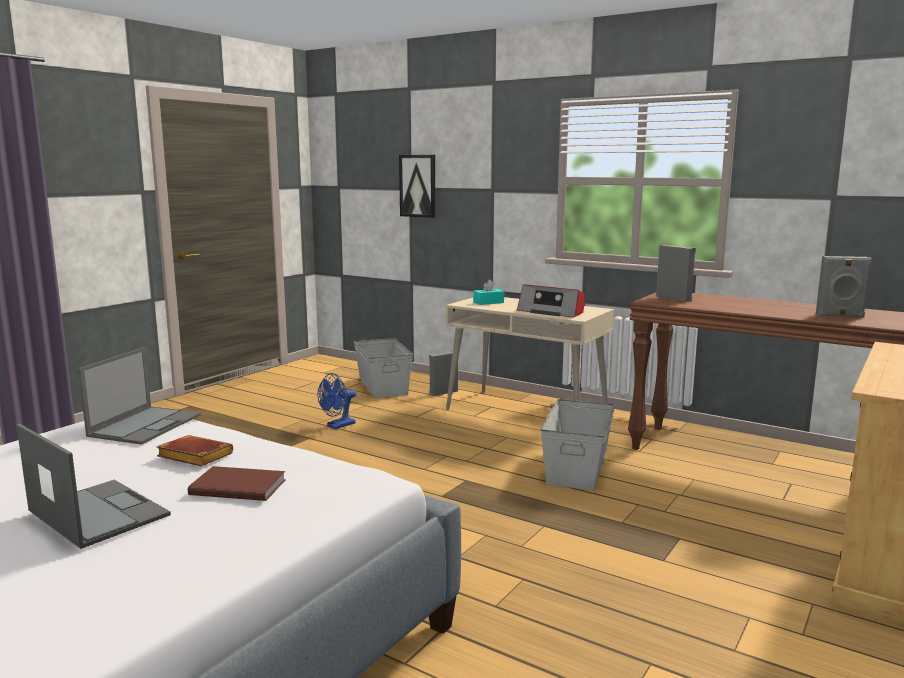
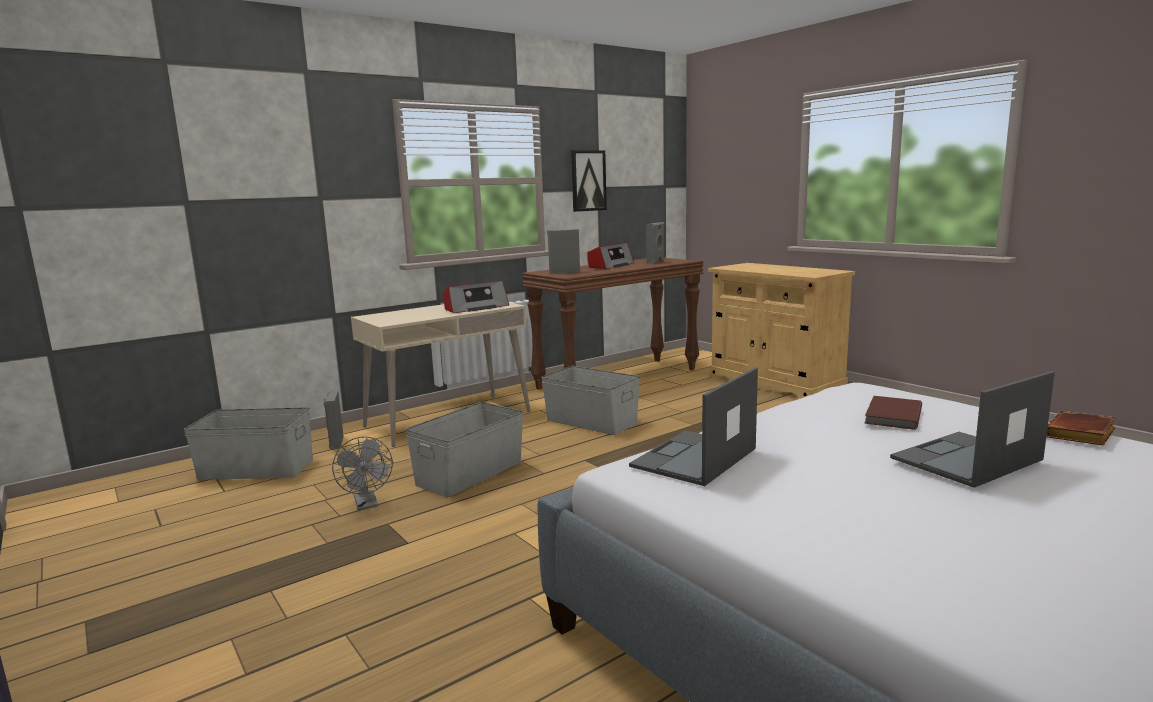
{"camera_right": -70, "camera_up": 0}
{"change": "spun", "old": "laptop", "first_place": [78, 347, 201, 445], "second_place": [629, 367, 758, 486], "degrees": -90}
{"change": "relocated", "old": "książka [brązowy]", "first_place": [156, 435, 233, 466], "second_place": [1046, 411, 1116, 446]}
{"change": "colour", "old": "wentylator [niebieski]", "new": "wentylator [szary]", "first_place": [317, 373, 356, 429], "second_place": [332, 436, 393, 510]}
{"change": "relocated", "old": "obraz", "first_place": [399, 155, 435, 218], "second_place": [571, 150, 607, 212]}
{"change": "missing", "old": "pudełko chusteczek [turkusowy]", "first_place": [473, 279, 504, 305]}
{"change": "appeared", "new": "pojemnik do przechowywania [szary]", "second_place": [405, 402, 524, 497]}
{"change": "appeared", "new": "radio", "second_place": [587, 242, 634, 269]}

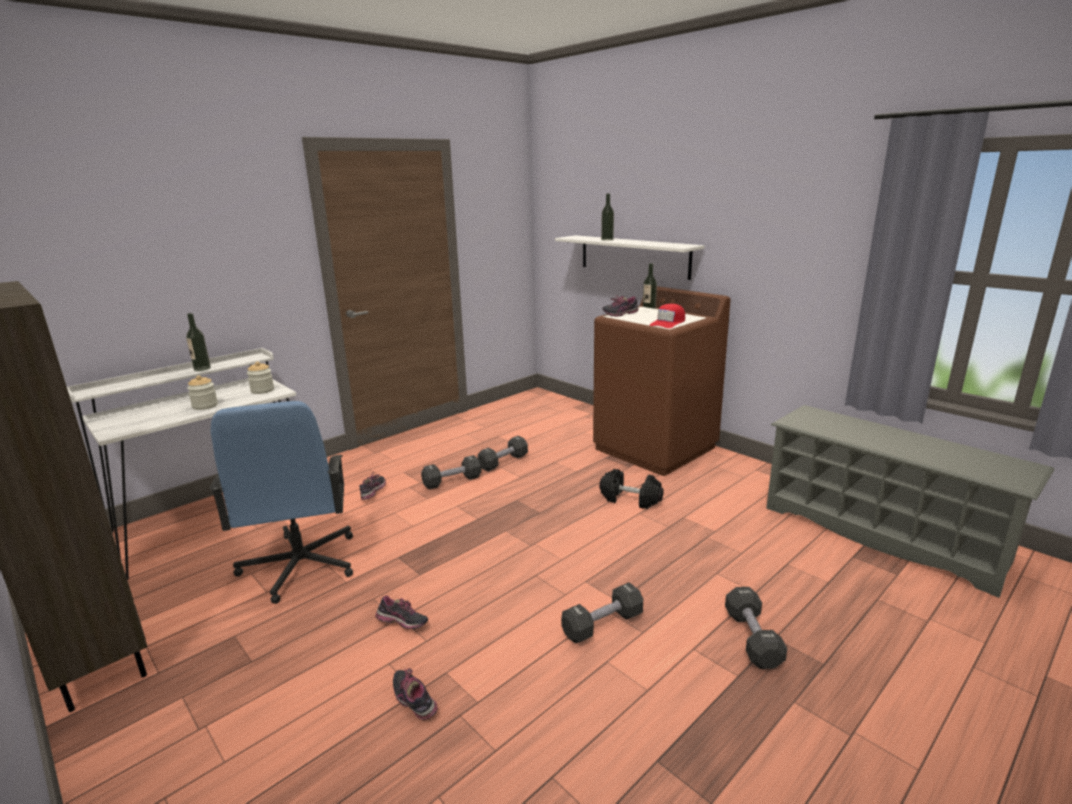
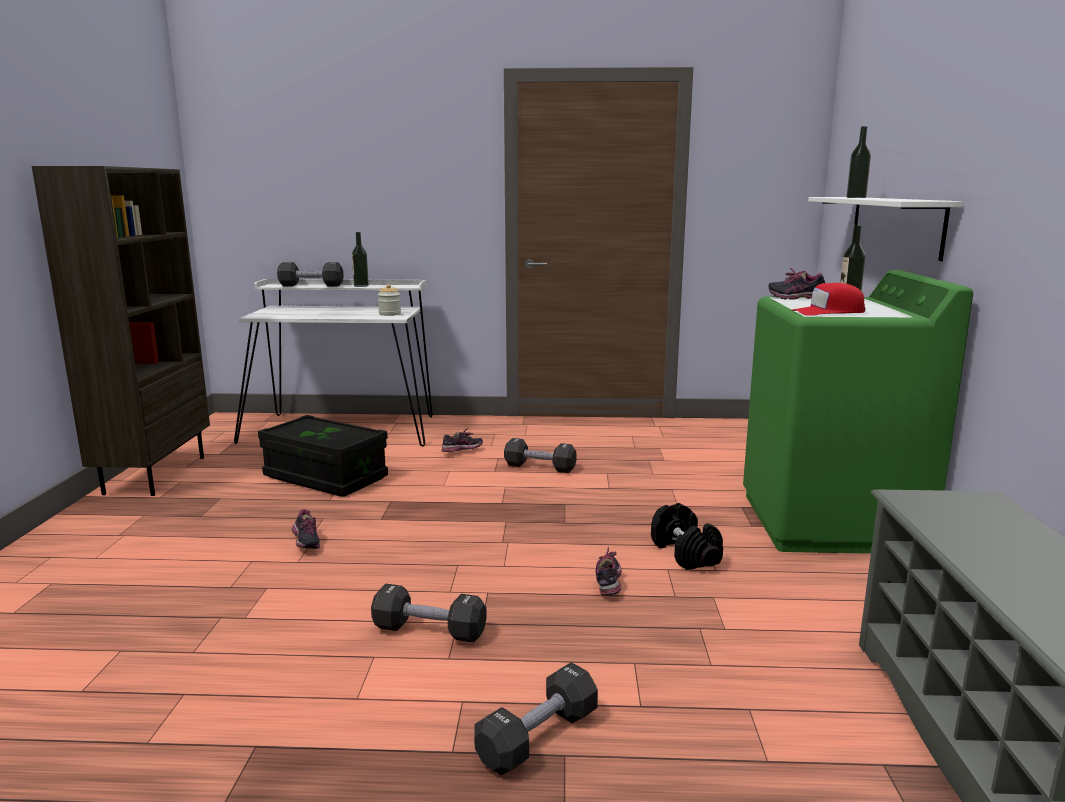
{"camera_right": 45, "camera_up": -5}
{"change": "missing", "old": "słoik", "first_place": [187, 375, 218, 410]}
{"change": "exchanged", "old": "krzesło biurowe [niebieski]", "new": "pojemnik do przechowywania [czarny]", "first_place": [209, 401, 353, 604], "second_place": [258, 415, 388, 497]}
{"change": "relocated", "old": "but", "first_place": [393, 668, 438, 720], "second_place": [596, 547, 622, 595]}
{"change": "relocated", "old": "hantel [czarny]", "first_place": [478, 436, 528, 472], "second_place": [277, 262, 344, 287]}
{"change": "colour", "old": "pralka [brązowy]", "new": "pralka [zielony]", "first_place": [593, 286, 730, 476], "second_place": [743, 270, 973, 554]}

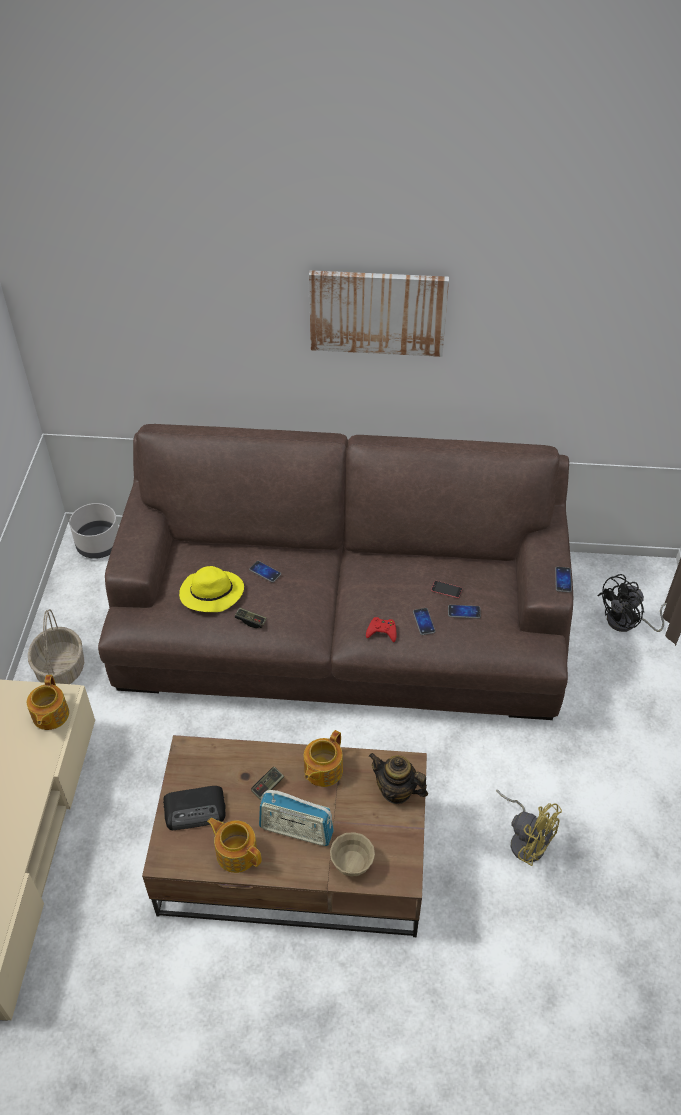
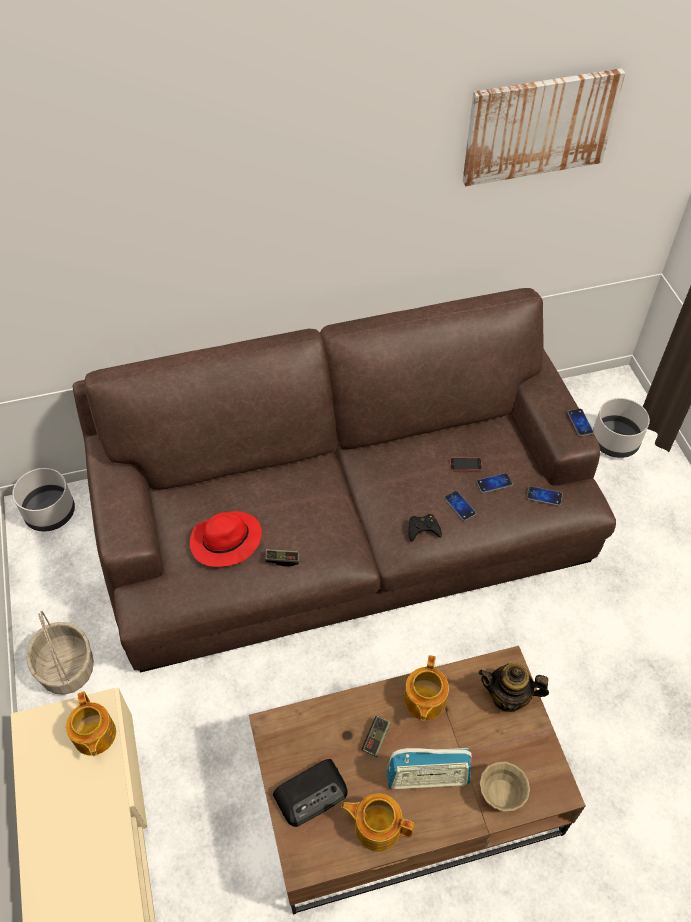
{"camera_right": -20, "camera_up": 5}
{"change": "colour", "old": "kapelusz [żółty]", "new": "kapelusz [czerwony]", "first_place": [179, 566, 244, 612], "second_place": [190, 511, 262, 567]}
{"change": "relocated", "old": "telefon", "first_place": [249, 561, 281, 583], "second_place": [526, 486, 563, 506]}
{"change": "relocated", "old": "obraz", "first_place": [309, 270, 449, 357], "second_place": [463, 68, 625, 187]}
{"change": "colour", "old": "pad do gier [czerwony]", "new": "pad do gier [czarny]", "first_place": [366, 617, 396, 642], "second_place": [409, 514, 442, 542]}
{"change": "missing", "old": "wentylator [żółty]", "first_place": [496, 790, 562, 866]}
{"change": "exchanged", "old": "wentylator [czarny]", "new": "donica [szary]", "first_place": [597, 574, 667, 632], "second_place": [593, 398, 650, 458]}

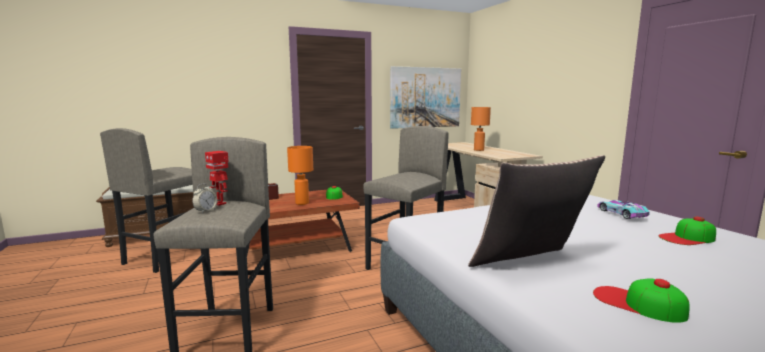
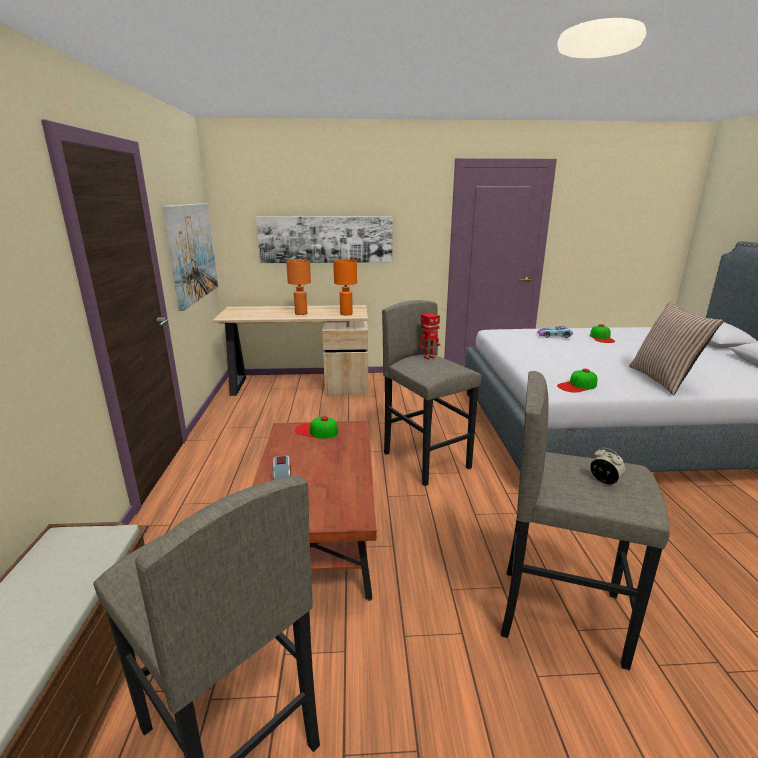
{"camera_right": -70, "camera_up": 10}
{"change": "relocated", "old": "robot zabawkowy", "first_place": [205, 151, 229, 206], "second_place": [420, 313, 441, 360]}
{"change": "relocated", "old": "lampa stołowa [pomarańczowy]", "first_place": [287, 146, 313, 205], "second_place": [333, 259, 357, 315]}
{"change": "relocated", "old": "czapka z daszkiem", "first_place": [593, 278, 690, 323], "second_place": [557, 369, 597, 393]}
{"change": "appeared", "new": "obraz", "second_place": [256, 216, 393, 263]}

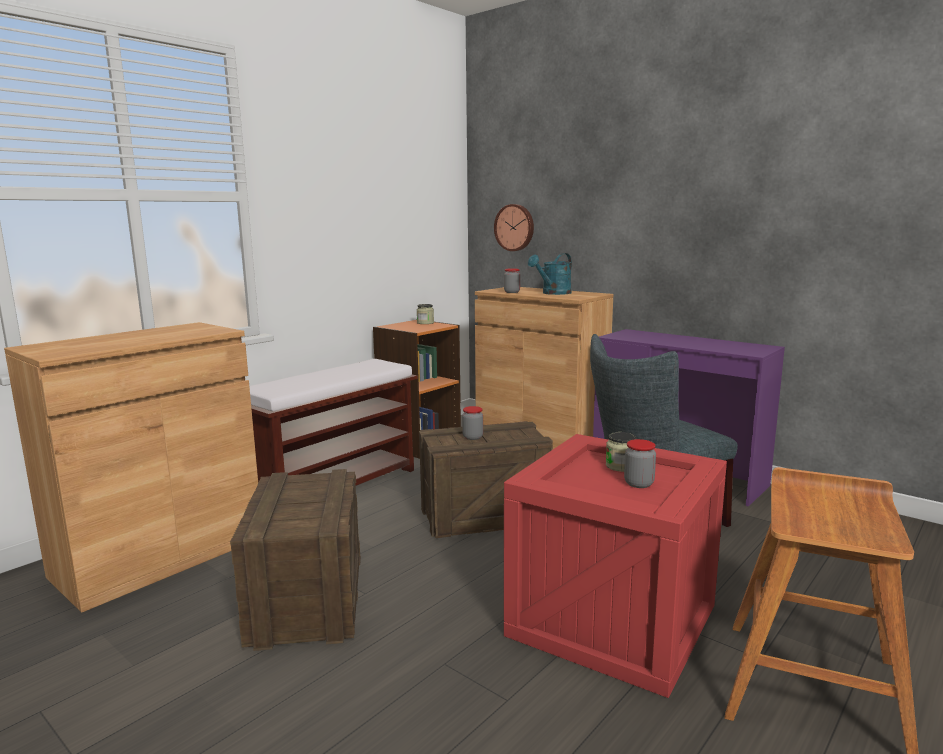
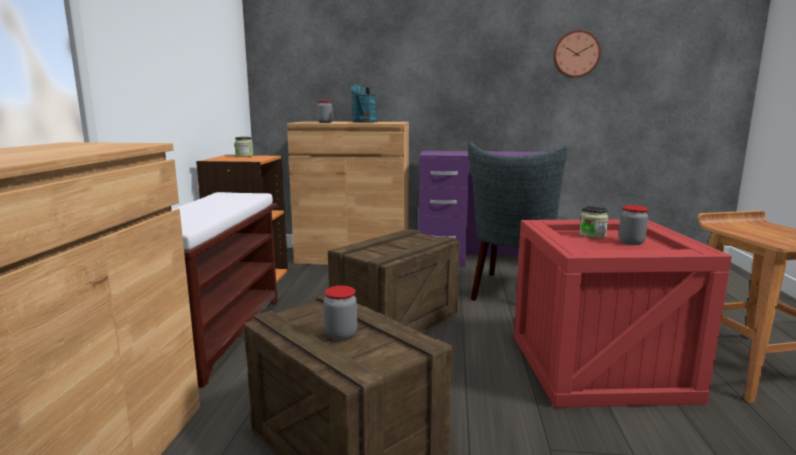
{"camera_right": -35, "camera_up": 0}
{"change": "relocated", "old": "słoik", "first_place": [462, 406, 483, 440], "second_place": [323, 286, 357, 340]}
{"change": "relocated", "old": "zegar ścienny", "first_place": [494, 204, 534, 251], "second_place": [553, 30, 601, 78]}

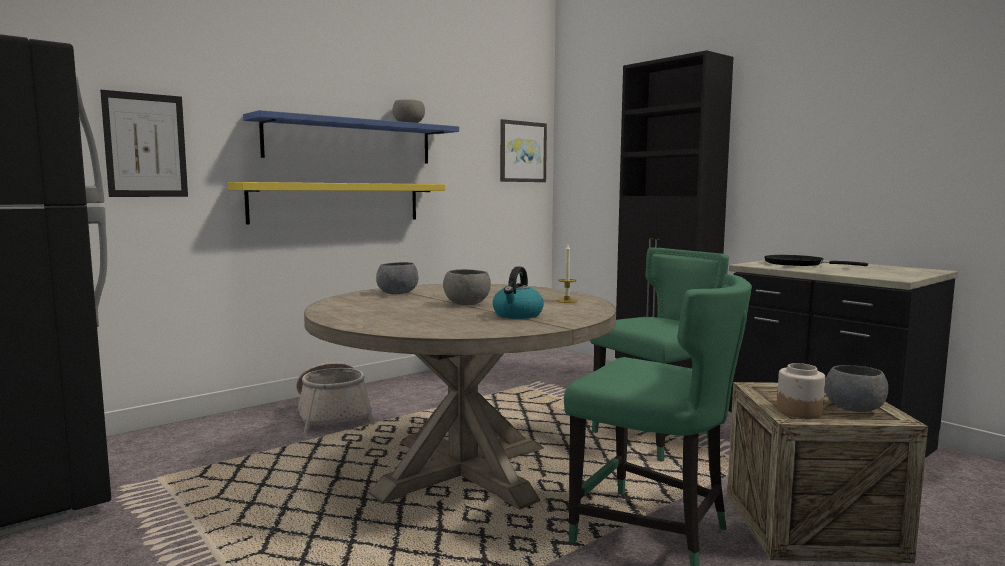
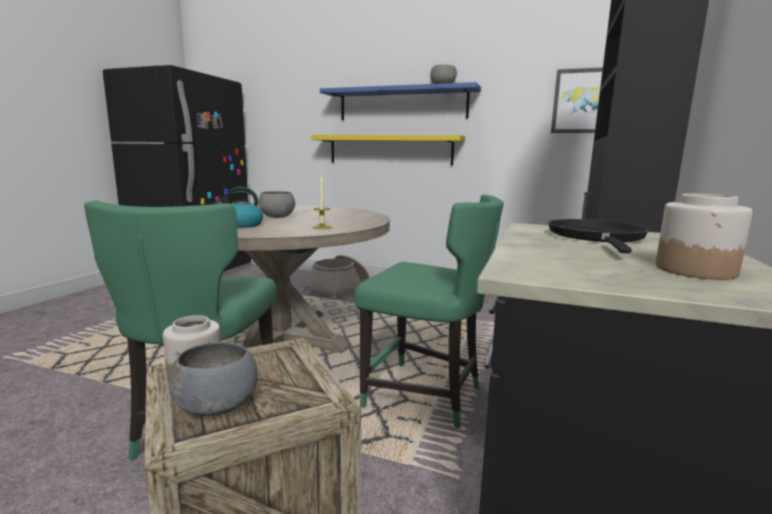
{"camera_right": 60, "camera_up": 5}
{"change": "missing", "old": "obraz", "first_place": [100, 90, 188, 197]}
{"change": "missing", "old": "miska [szary]", "first_place": [376, 262, 419, 294]}
{"change": "appeared", "new": "słoik", "second_place": [656, 193, 753, 280]}

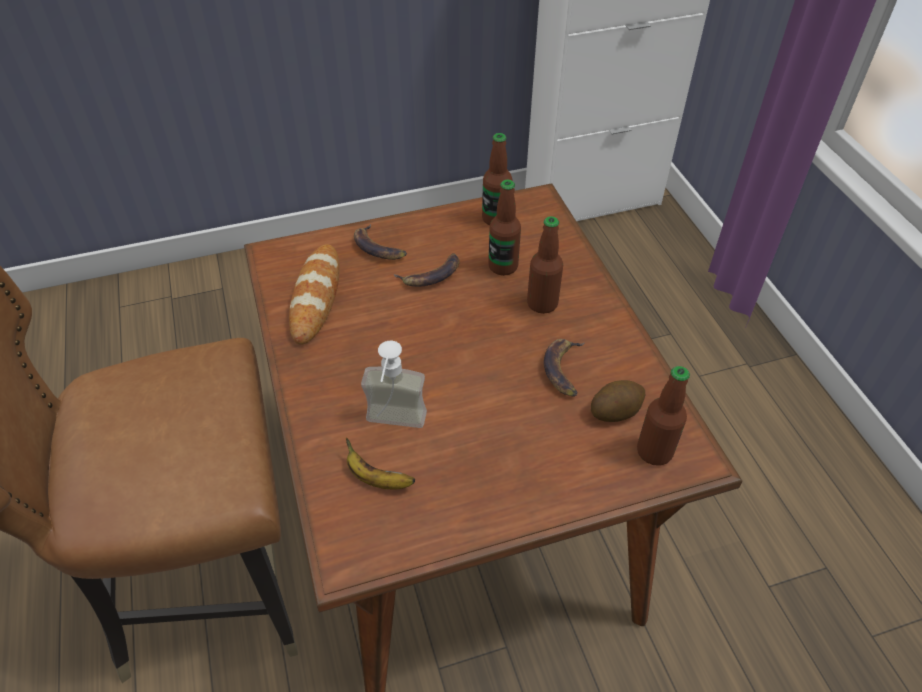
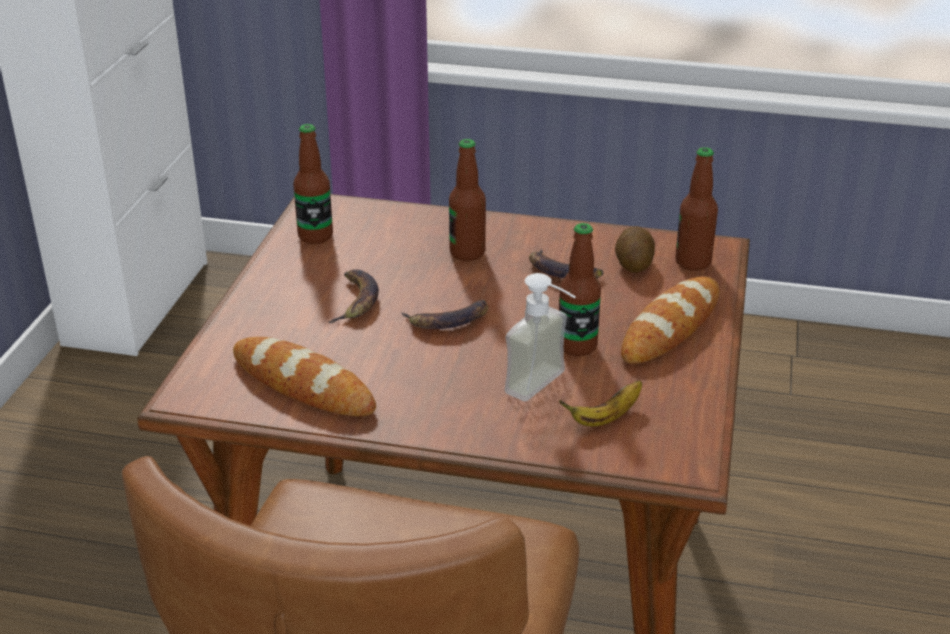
{"camera_right": -60, "camera_up": -15}
{"change": "relocated", "old": "banan", "first_place": [354, 224, 407, 260], "second_place": [401, 300, 488, 329]}
{"change": "relocated", "old": "butelka", "first_place": [488, 180, 521, 276], "second_place": [559, 223, 601, 356]}
{"change": "appeared", "new": "chleb", "second_place": [621, 276, 719, 364]}

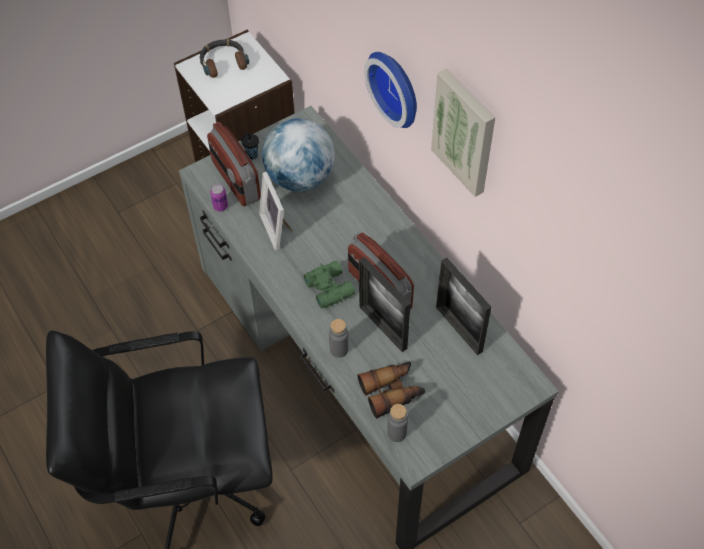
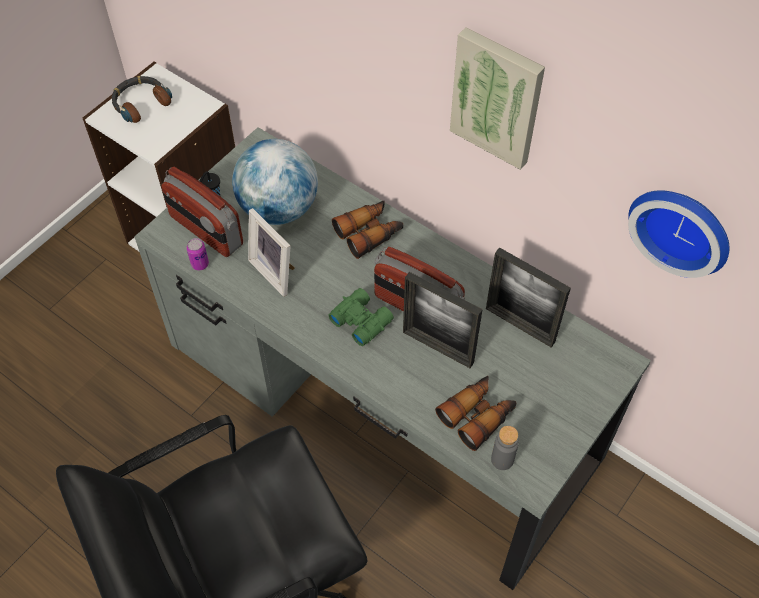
{"camera_right": -20, "camera_up": 0}
{"change": "missing", "old": "butelka [szary]", "first_place": [329, 319, 349, 358]}
{"change": "relocated", "old": "zegar ścienny", "first_place": [364, 52, 417, 128], "second_place": [628, 190, 730, 278]}
{"change": "appeared", "new": "lornetka", "second_place": [332, 200, 403, 259]}

